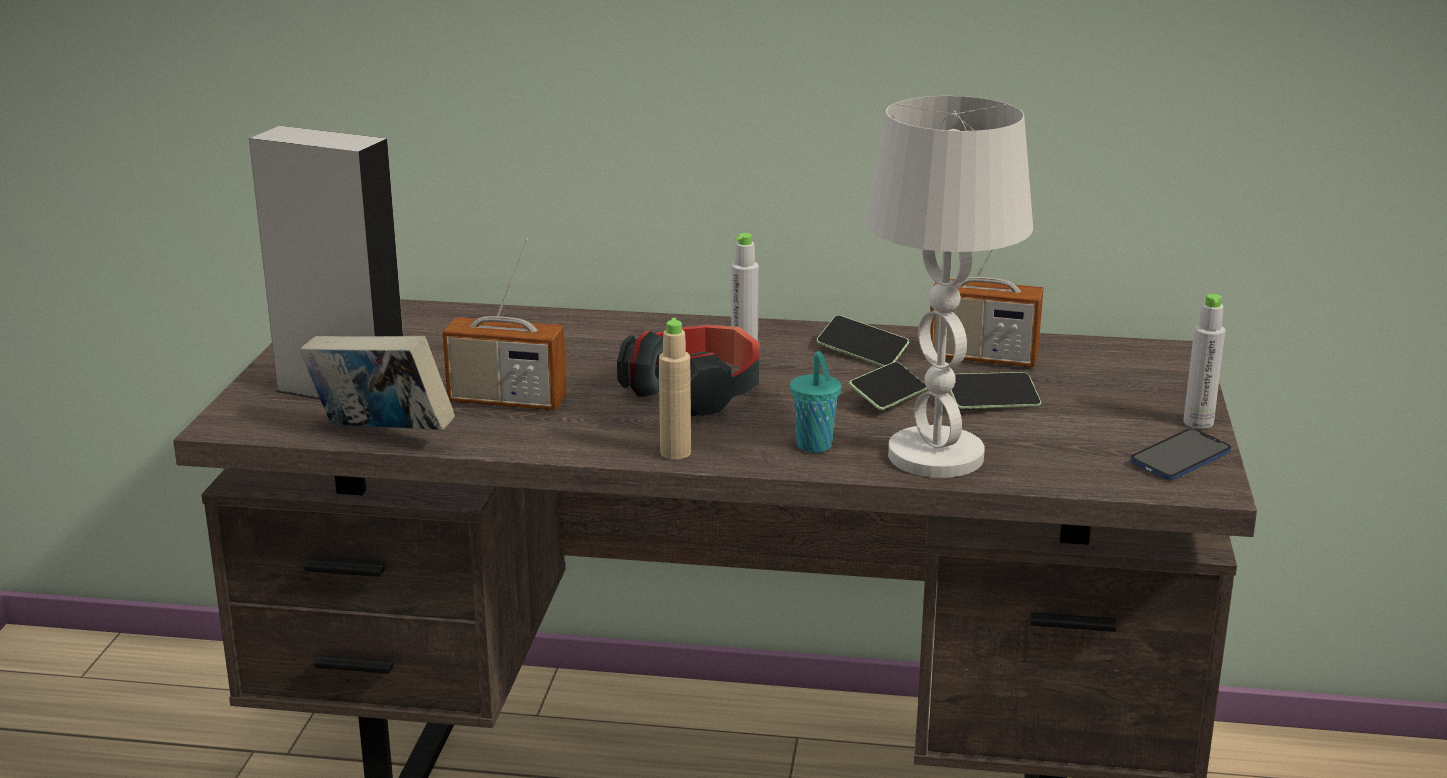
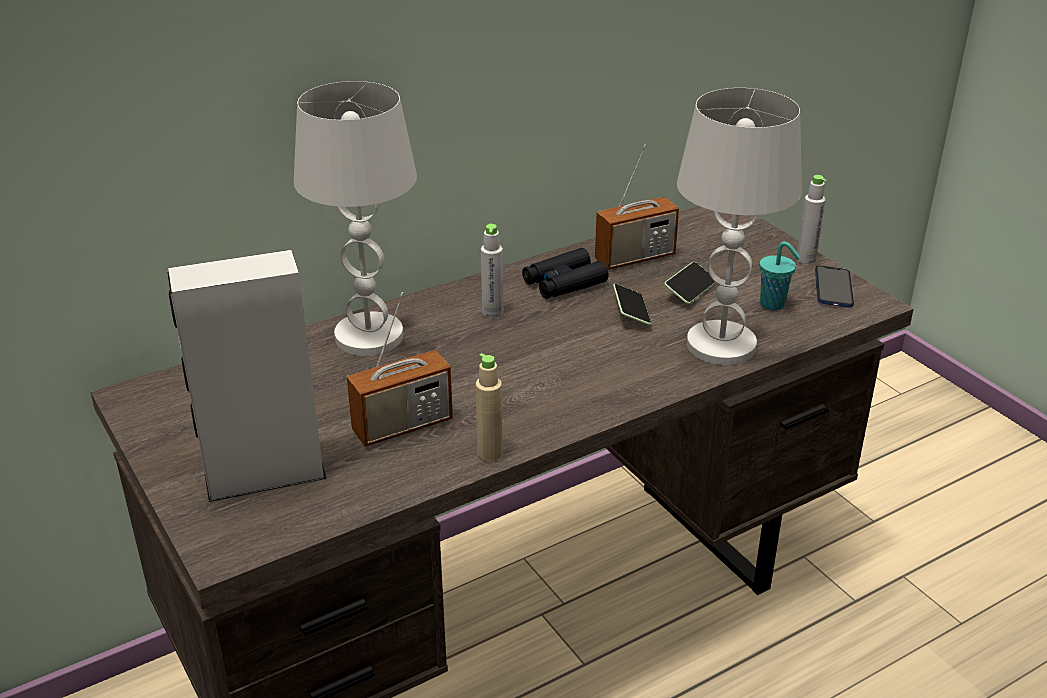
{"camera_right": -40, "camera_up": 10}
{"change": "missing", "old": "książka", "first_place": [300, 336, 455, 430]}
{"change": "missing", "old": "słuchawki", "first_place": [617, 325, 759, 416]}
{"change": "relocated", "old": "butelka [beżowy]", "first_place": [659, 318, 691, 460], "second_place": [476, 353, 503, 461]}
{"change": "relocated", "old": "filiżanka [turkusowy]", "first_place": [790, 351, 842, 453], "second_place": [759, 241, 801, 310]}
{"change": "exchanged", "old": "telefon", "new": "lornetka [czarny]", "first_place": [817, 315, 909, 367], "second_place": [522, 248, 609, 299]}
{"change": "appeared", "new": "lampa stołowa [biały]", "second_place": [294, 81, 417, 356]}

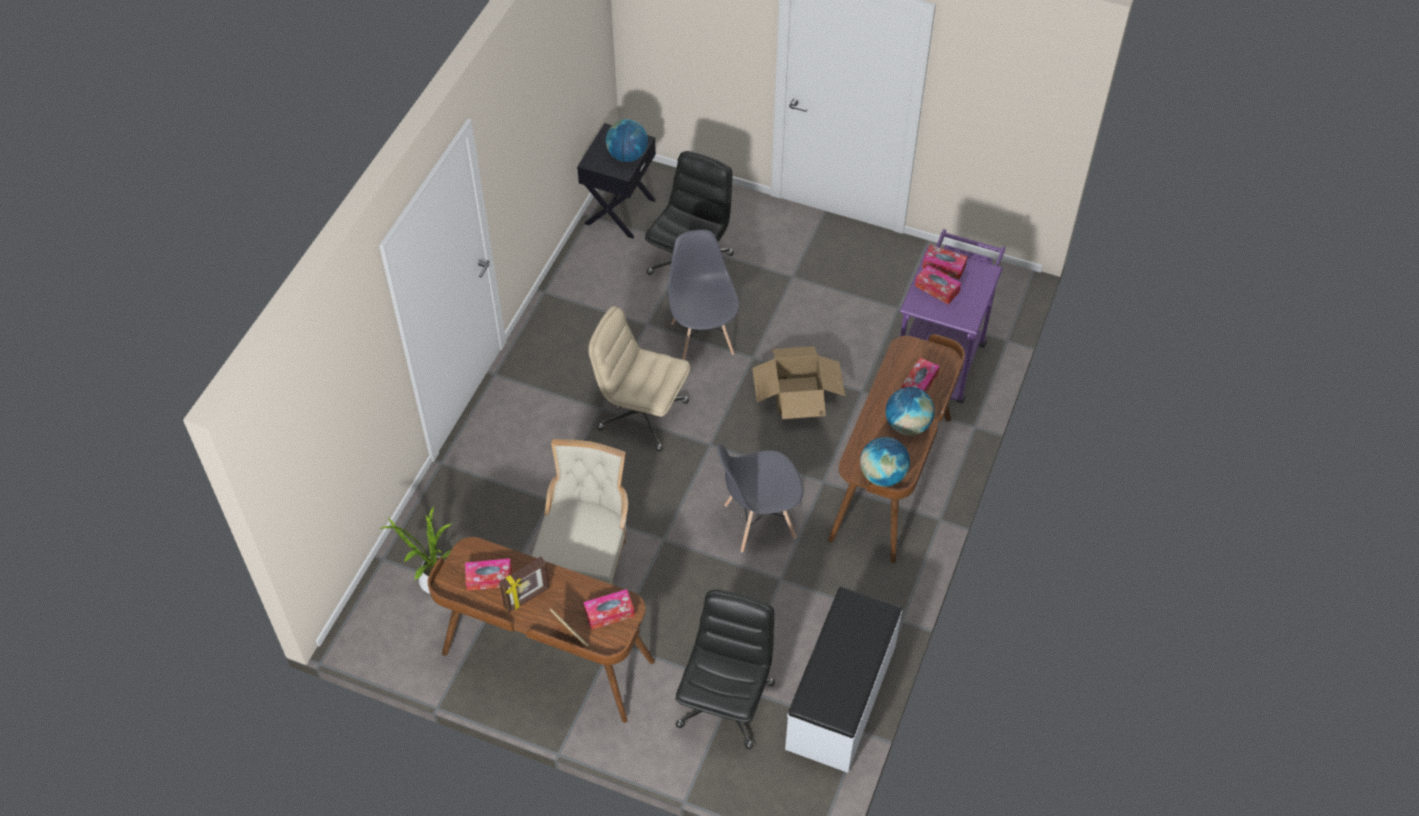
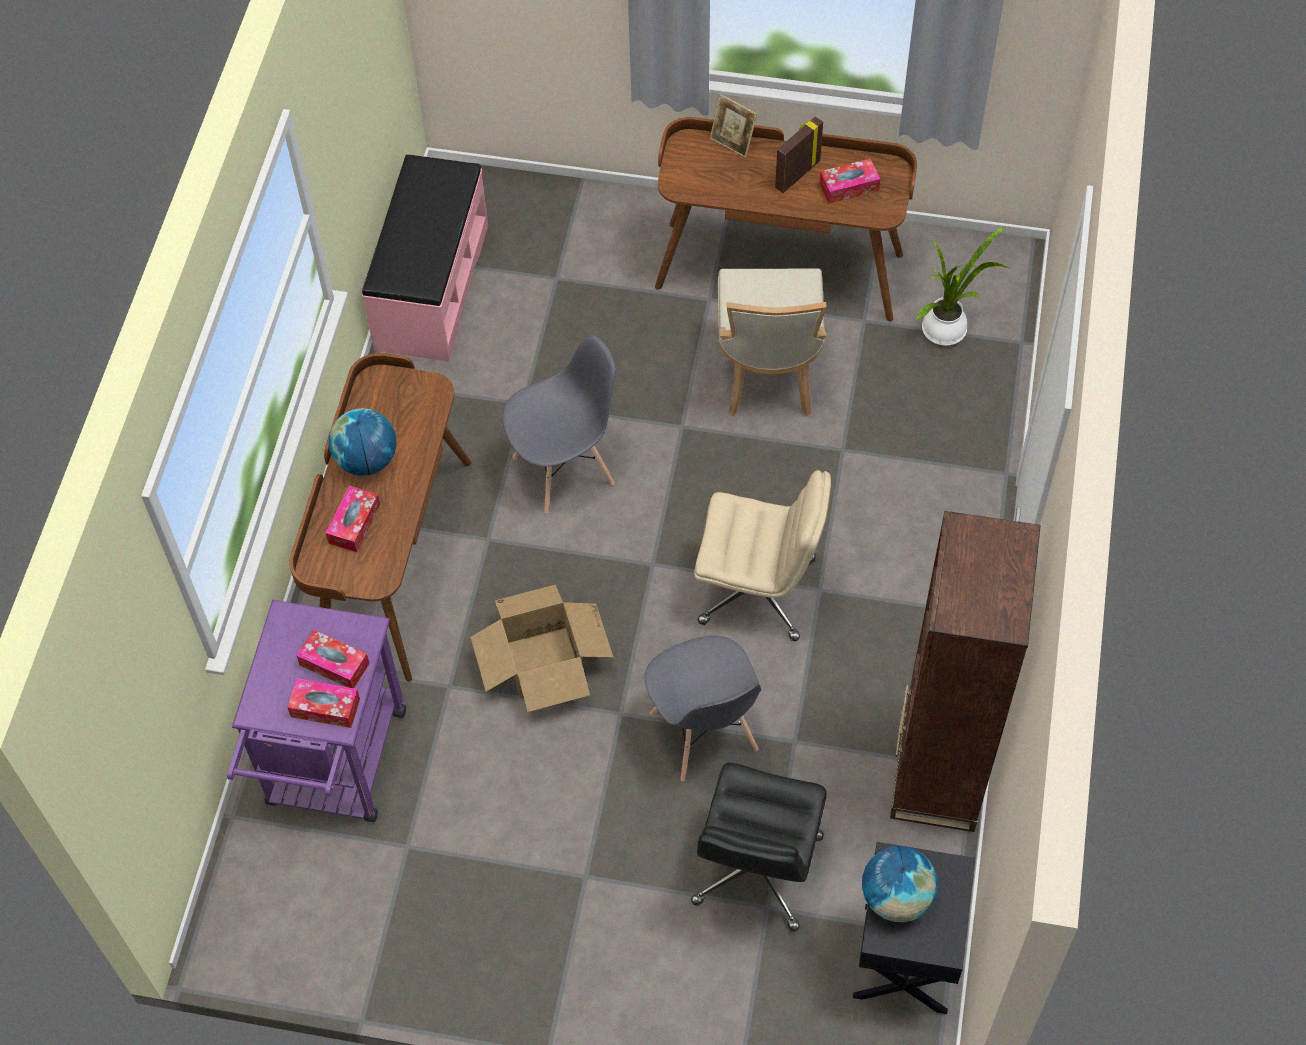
{"camera_right": 170, "camera_up": 5}
{"change": "missing", "old": "pudełko chusteczek", "first_place": [583, 589, 635, 630]}
{"change": "missing", "old": "krzesło biurowe [czarny]", "first_place": [675, 590, 775, 749]}
{"change": "colour", "old": "ławka [biały]", "new": "ławka [różowy]", "first_place": [785, 587, 903, 773], "second_place": [362, 155, 488, 361]}
{"change": "missing", "old": "globus", "first_place": [860, 437, 910, 487]}
{"change": "appeared", "new": "regał [brązowy]", "second_place": [890, 511, 1041, 832]}

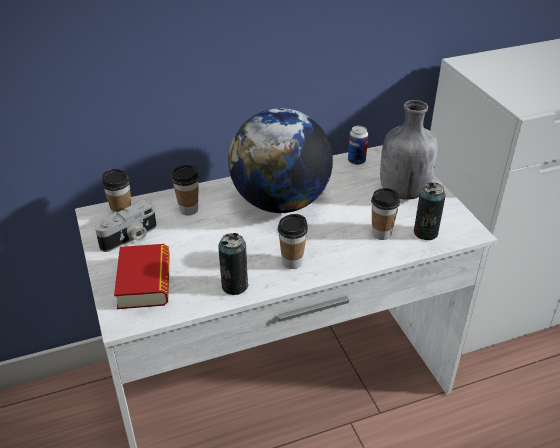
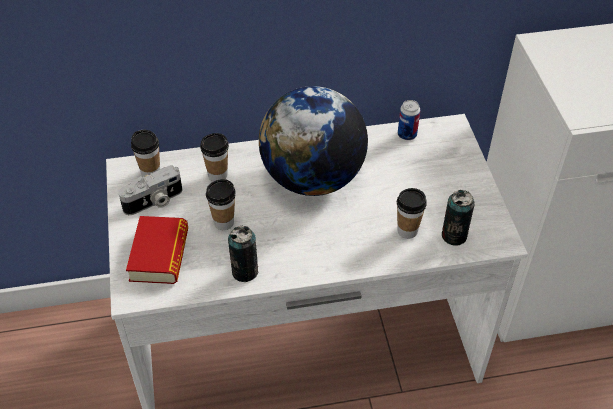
{"camera_right": 10, "camera_up": 10}
{"change": "relocated", "old": "filiżanka", "first_place": [278, 214, 308, 269], "second_place": [206, 179, 236, 230]}
{"change": "missing", "old": "butelka [szary]", "first_place": [380, 100, 438, 200]}

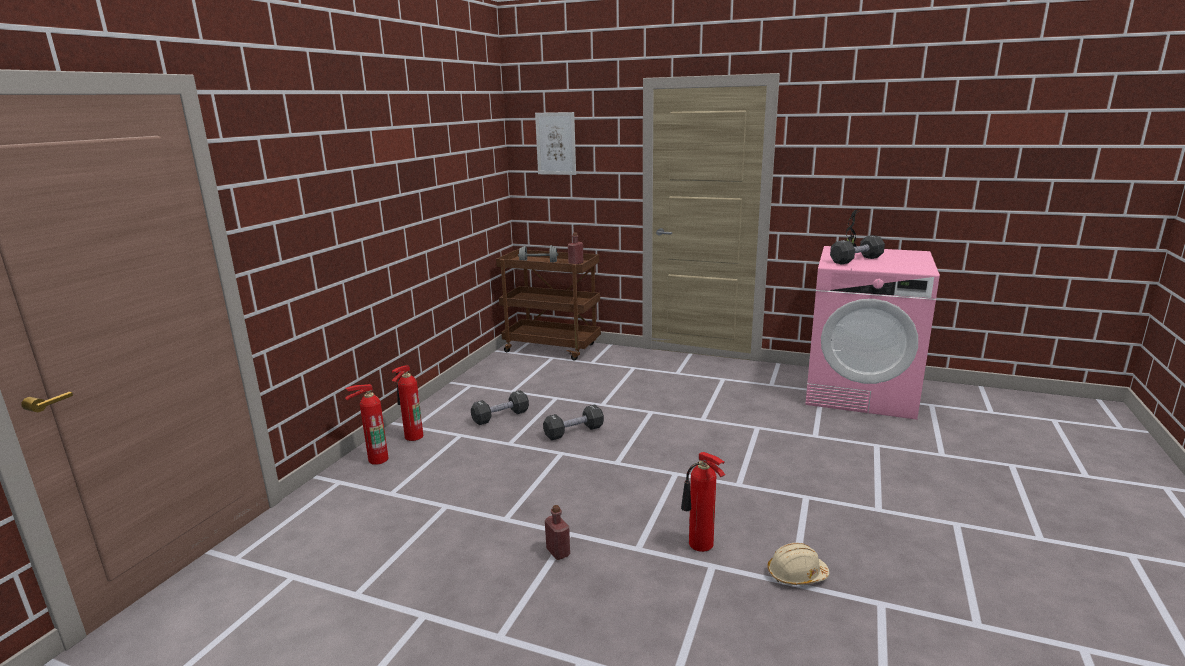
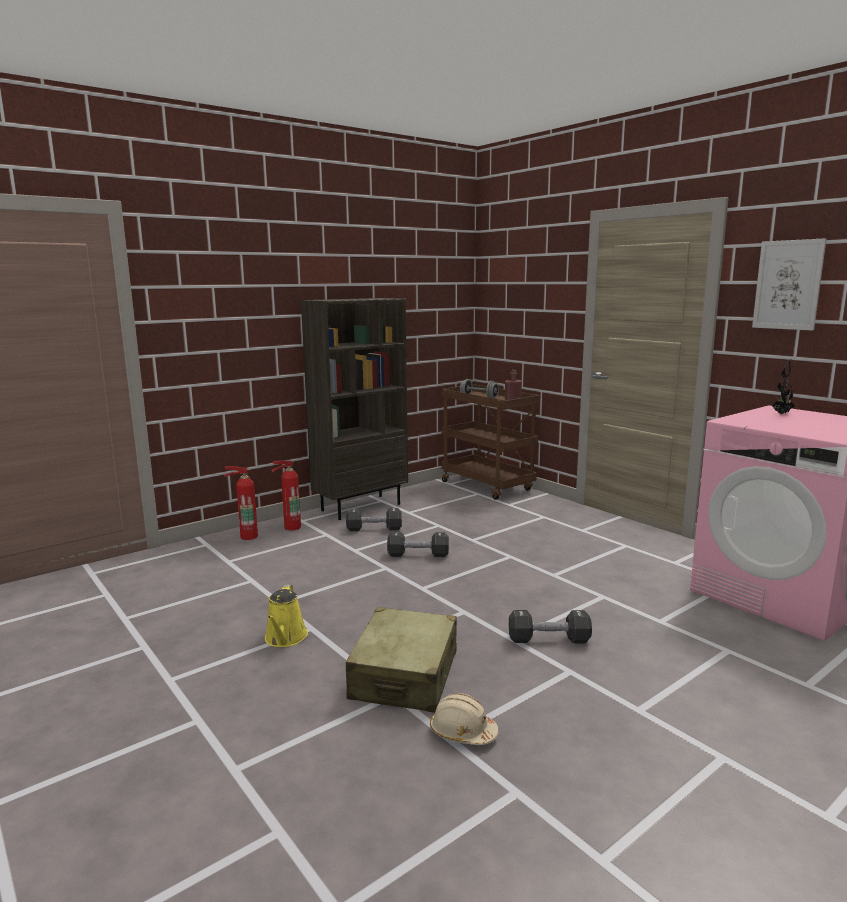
{"camera_right": 30, "camera_up": -5}
{"change": "relocated", "old": "obraz", "first_place": [535, 112, 576, 175], "second_place": [752, 238, 827, 331]}
{"change": "exchanged", "old": "butelka [czerwony]", "new": "konewka [żółty]", "first_place": [545, 505, 570, 560], "second_place": [265, 584, 308, 647]}
{"change": "exchanged", "old": "gaśnica", "new": "walizka [beżowy]", "first_place": [681, 452, 725, 552], "second_place": [346, 607, 457, 713]}
{"change": "relocated", "old": "hantel [czarny]", "first_place": [830, 235, 885, 265], "second_place": [509, 610, 592, 643]}
{"change": "appeared", "new": "regał [brązowy]", "second_place": [301, 298, 408, 520]}

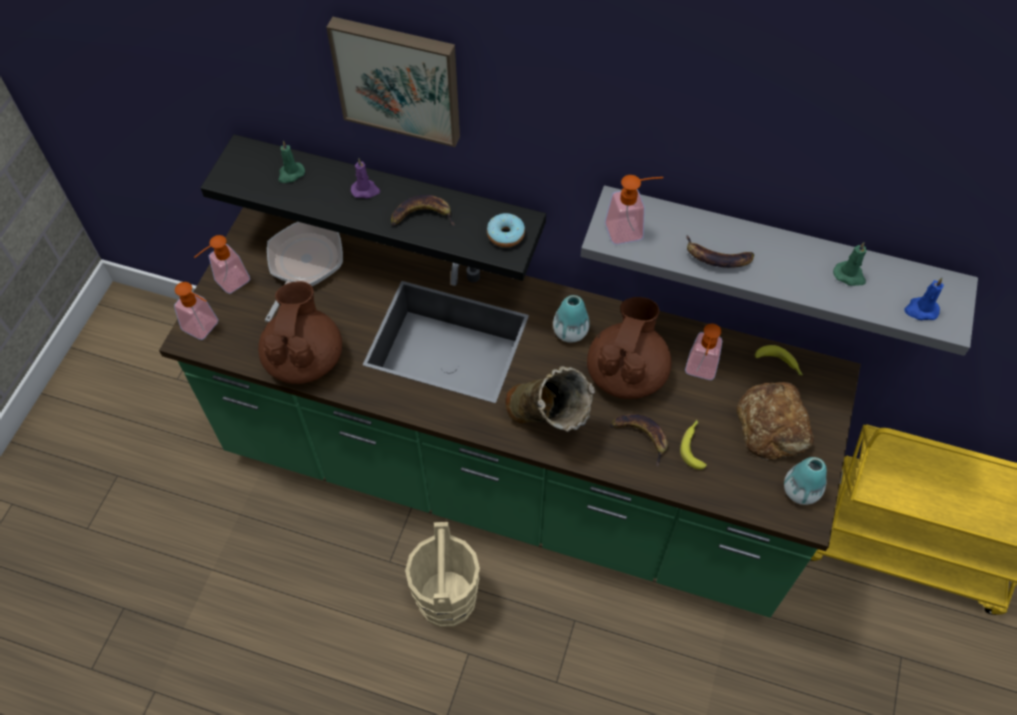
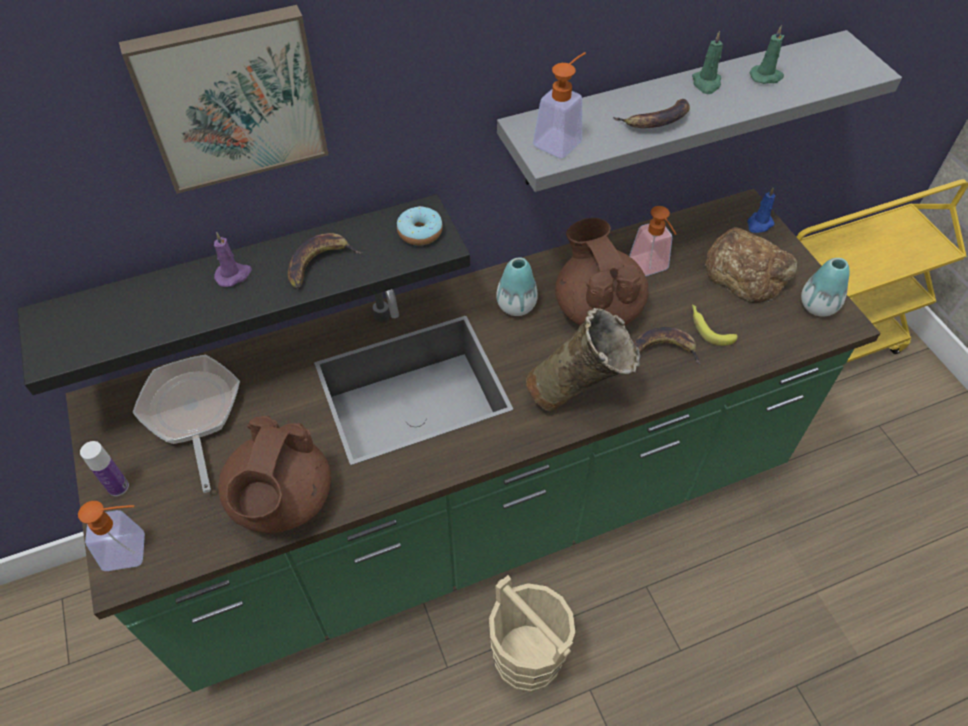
{"camera_right": -40, "camera_up": -5}
{"change": "exchanged", "old": "dozownik mydła", "new": "butelka", "first_place": [194, 235, 250, 294], "second_place": [80, 441, 129, 496]}
{"change": "spun", "old": "imbryk [brązowy]", "first_place": [258, 281, 342, 384], "second_place": [218, 416, 331, 533], "degrees": -135}
{"change": "relocated", "old": "świeca [zielony]", "first_place": [278, 141, 305, 183], "second_place": [692, 31, 723, 94]}
{"change": "missing", "old": "banan", "first_place": [755, 345, 803, 375]}
{"change": "relocated", "old": "świeca [niebieski]", "first_place": [904, 278, 944, 320], "second_place": [747, 187, 775, 233]}

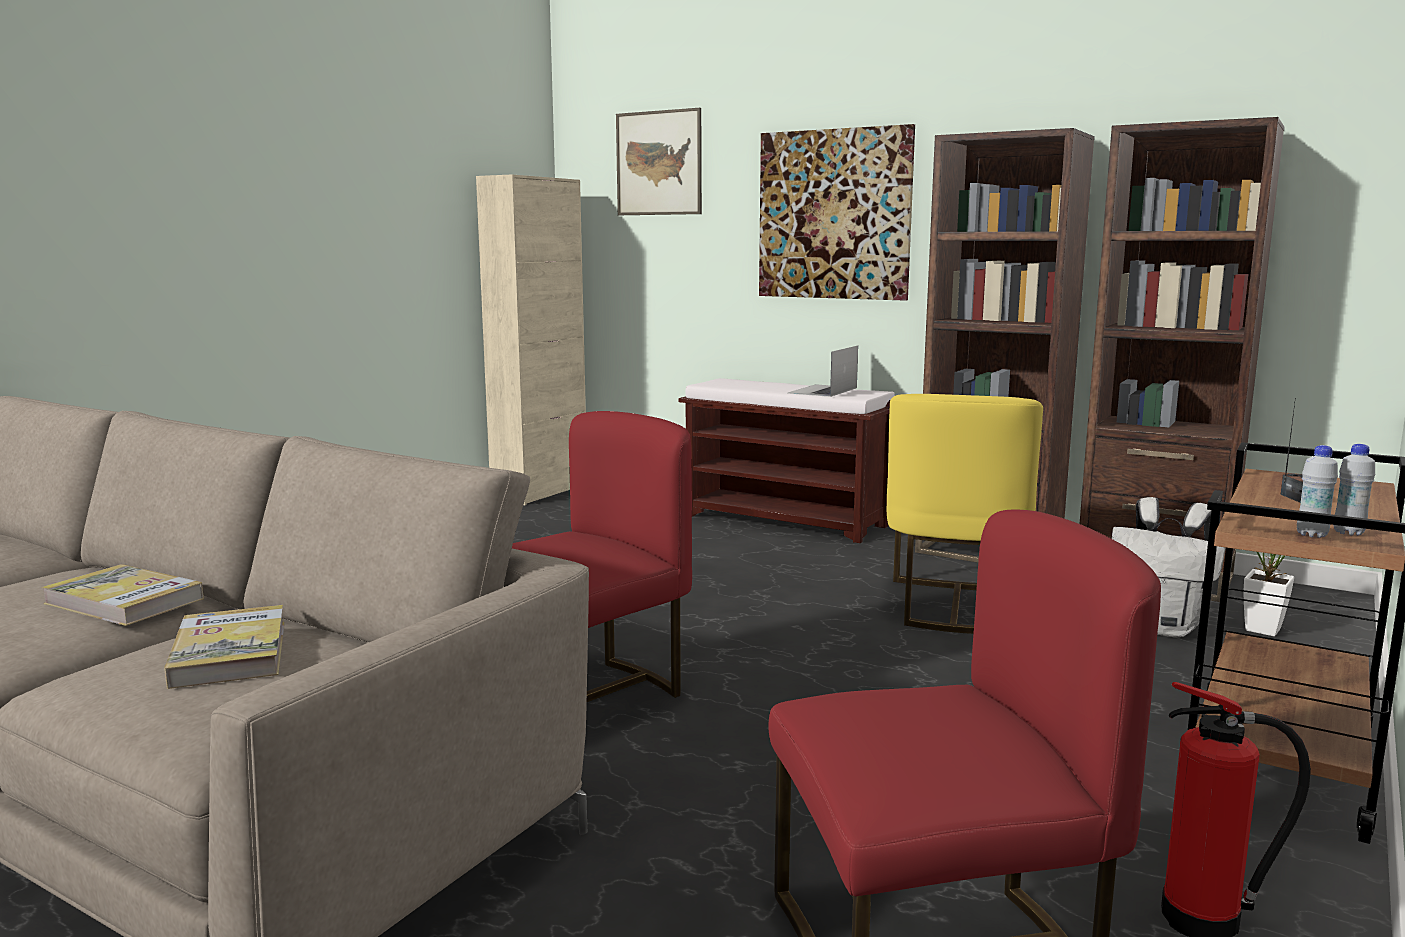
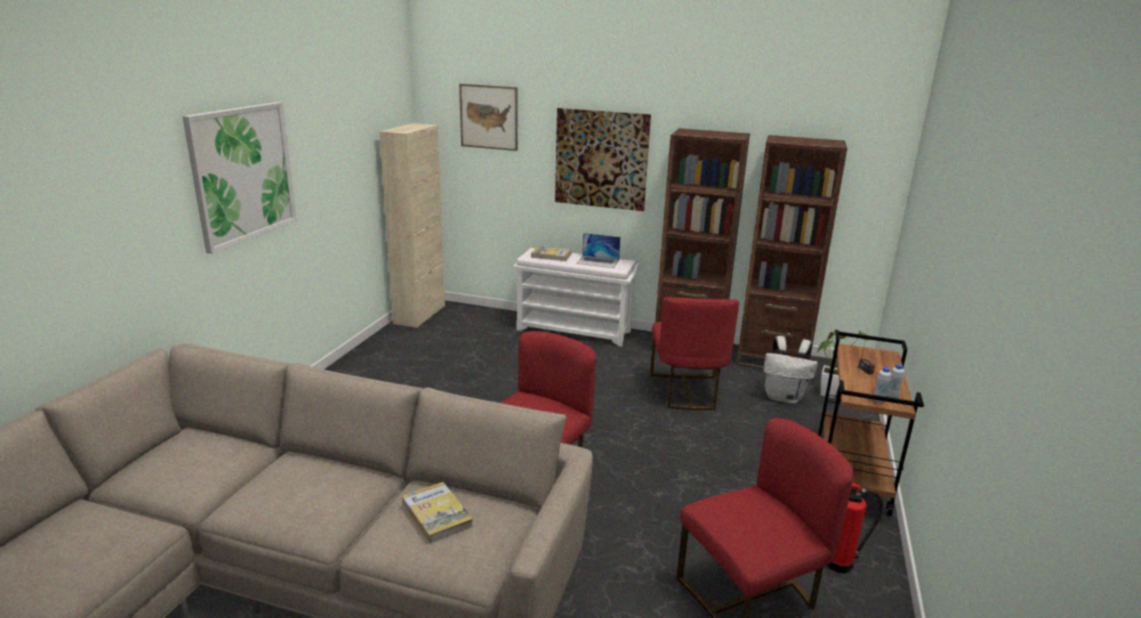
{"camera_right": -15, "camera_up": 10}
{"change": "relocated", "old": "książka", "first_place": [41, 564, 204, 626], "second_place": [531, 246, 572, 261]}
{"change": "colour", "old": "ławka [brązowy]", "new": "ławka [biały]", "first_place": [679, 378, 895, 543], "second_place": [513, 248, 640, 346]}
{"change": "spun", "old": "laptop", "first_place": [788, 346, 858, 397], "second_place": [576, 233, 620, 268], "degrees": -90}
{"change": "colour", "old": "krzesło [żółty]", "new": "krzesło [czerwony]", "first_place": [887, 394, 1043, 634], "second_place": [650, 297, 739, 411]}
{"change": "appeared", "new": "obraz", "second_place": [182, 102, 297, 254]}

